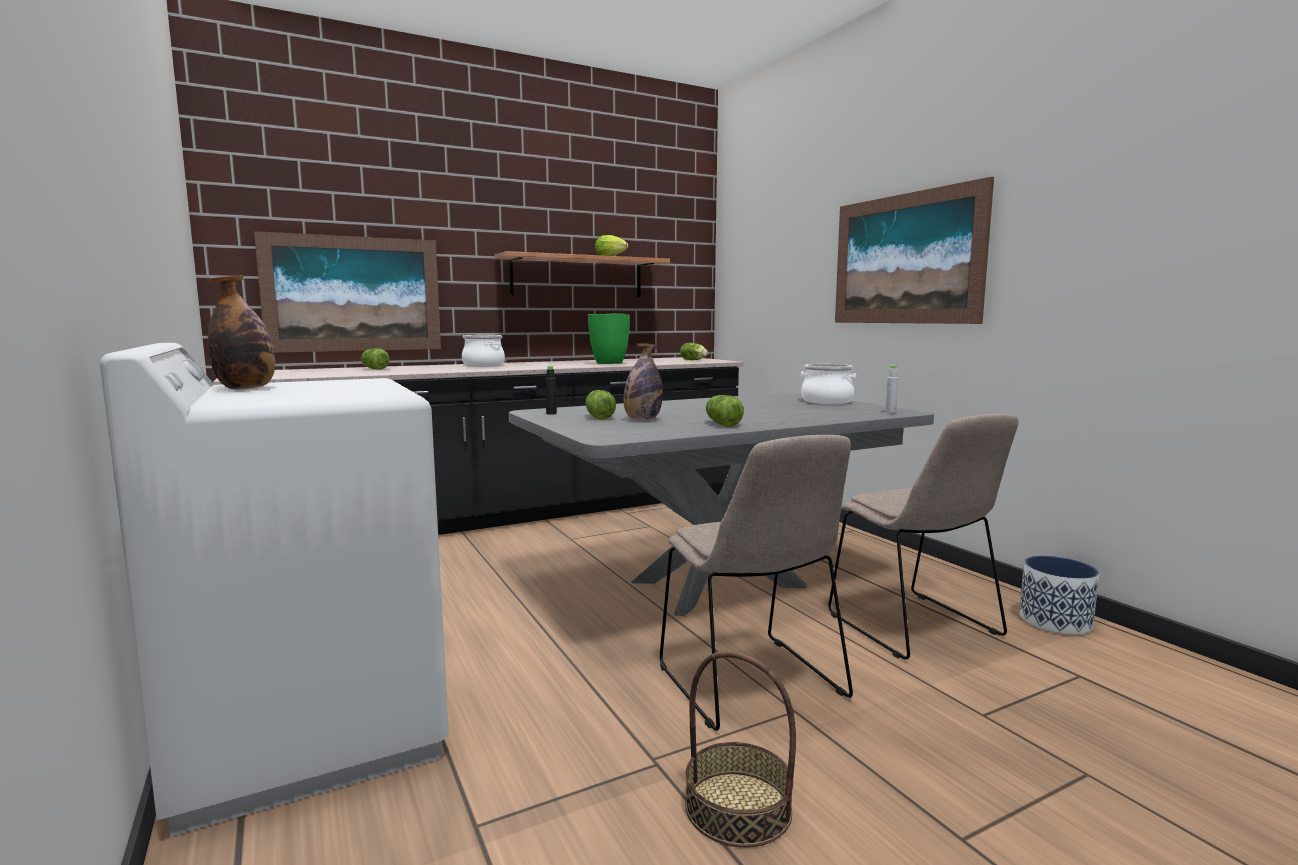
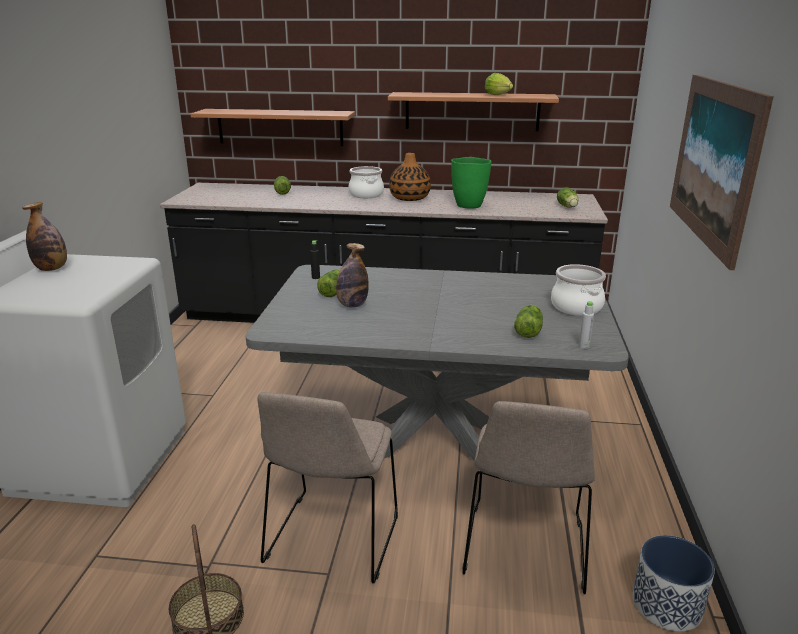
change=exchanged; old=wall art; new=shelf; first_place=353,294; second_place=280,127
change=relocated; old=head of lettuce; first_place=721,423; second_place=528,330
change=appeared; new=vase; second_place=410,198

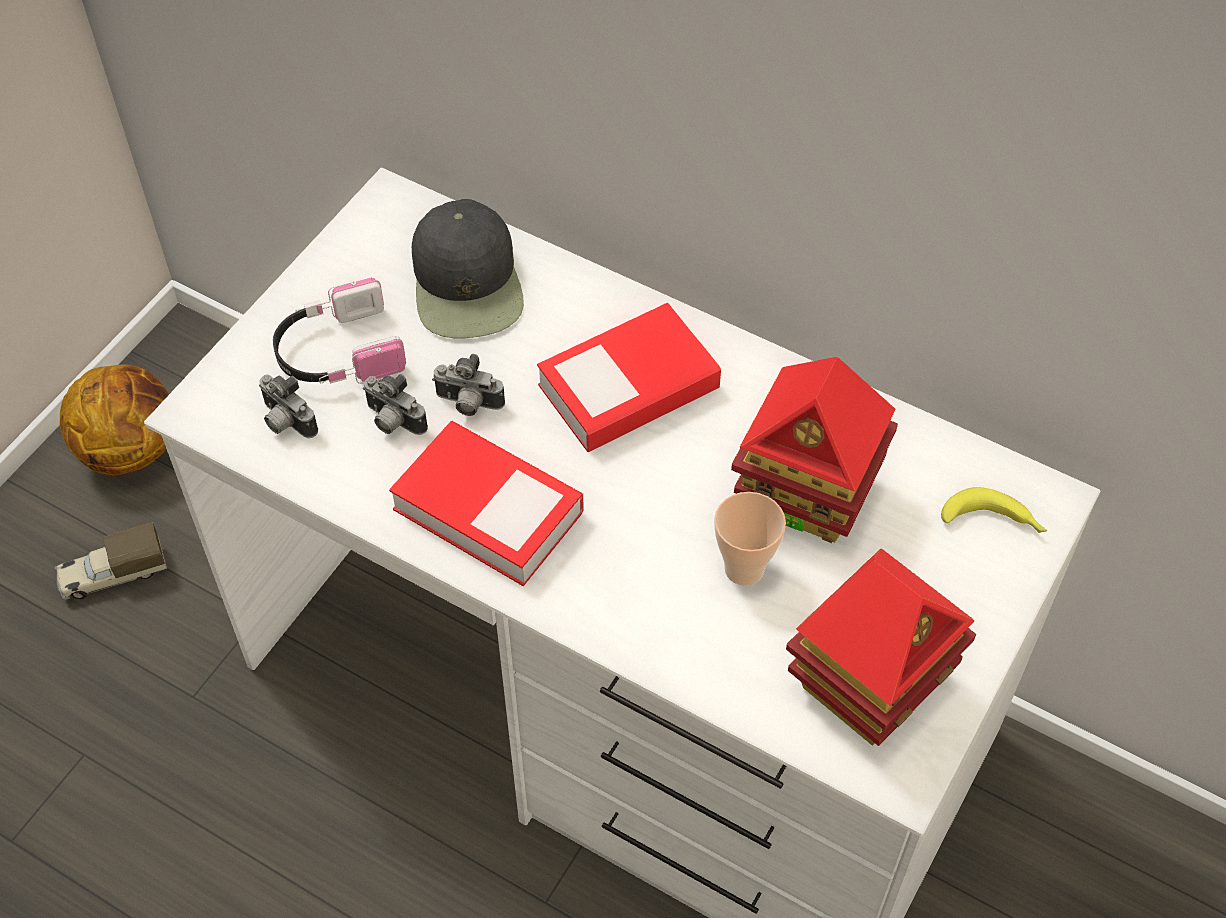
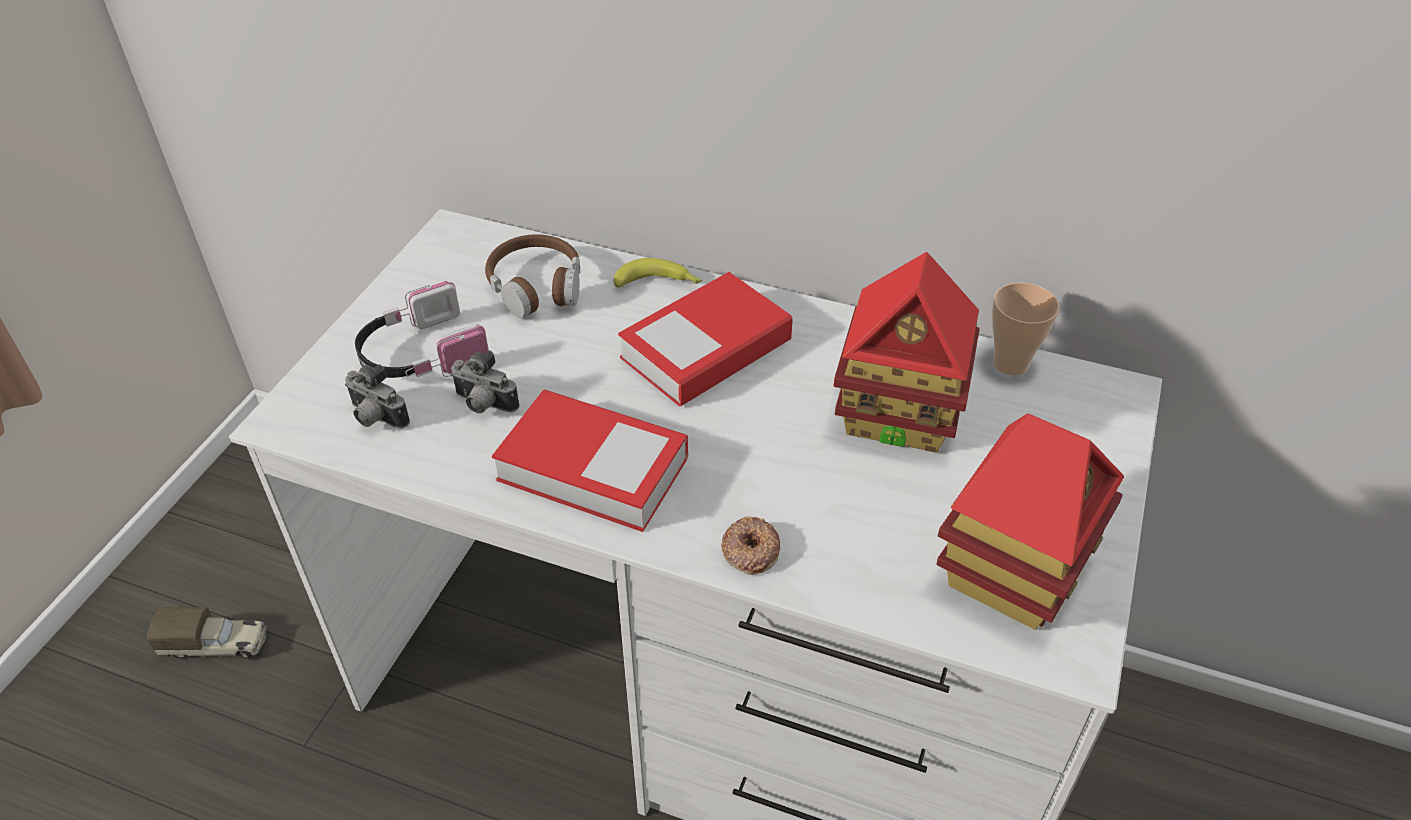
change=spun; old=model truck; first_place=113,575; second_place=216,645; degrees=-150
change=missing; old=ball for basketball; first_place=131,448
change=exchanged; old=cap/black-coloured; new=headset/brown; first_place=468,283; second_place=536,286
change=missing; old=photo camera; first_place=468,404
change=relocated; old=small cup; first_place=744,569; second_place=1010,363
change=relocated; old=banana; first_place=993,522; second_place=659,284
change=appeared; new=doughnut; second_place=750,550

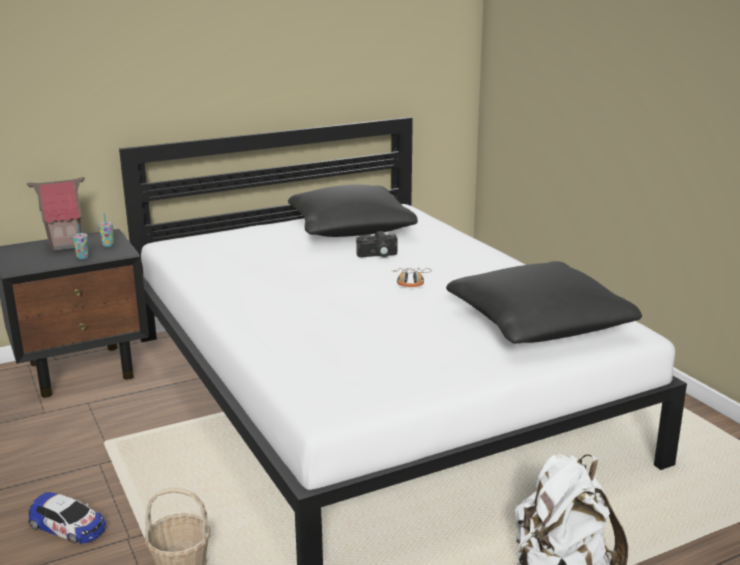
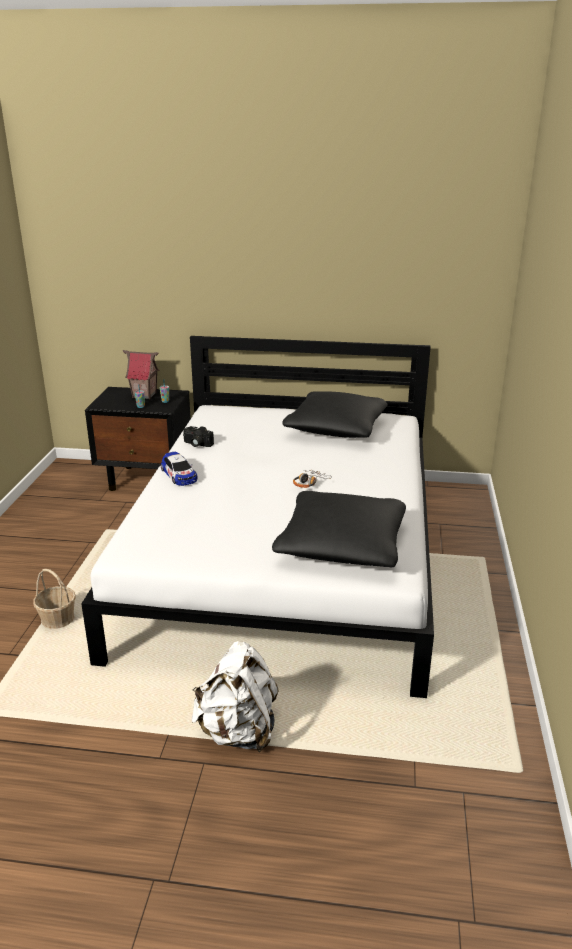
change=relocated; old=model car; first_place=68,526; second_place=179,475
change=relocated; old=photo camera; first_place=377,255; second_place=196,444

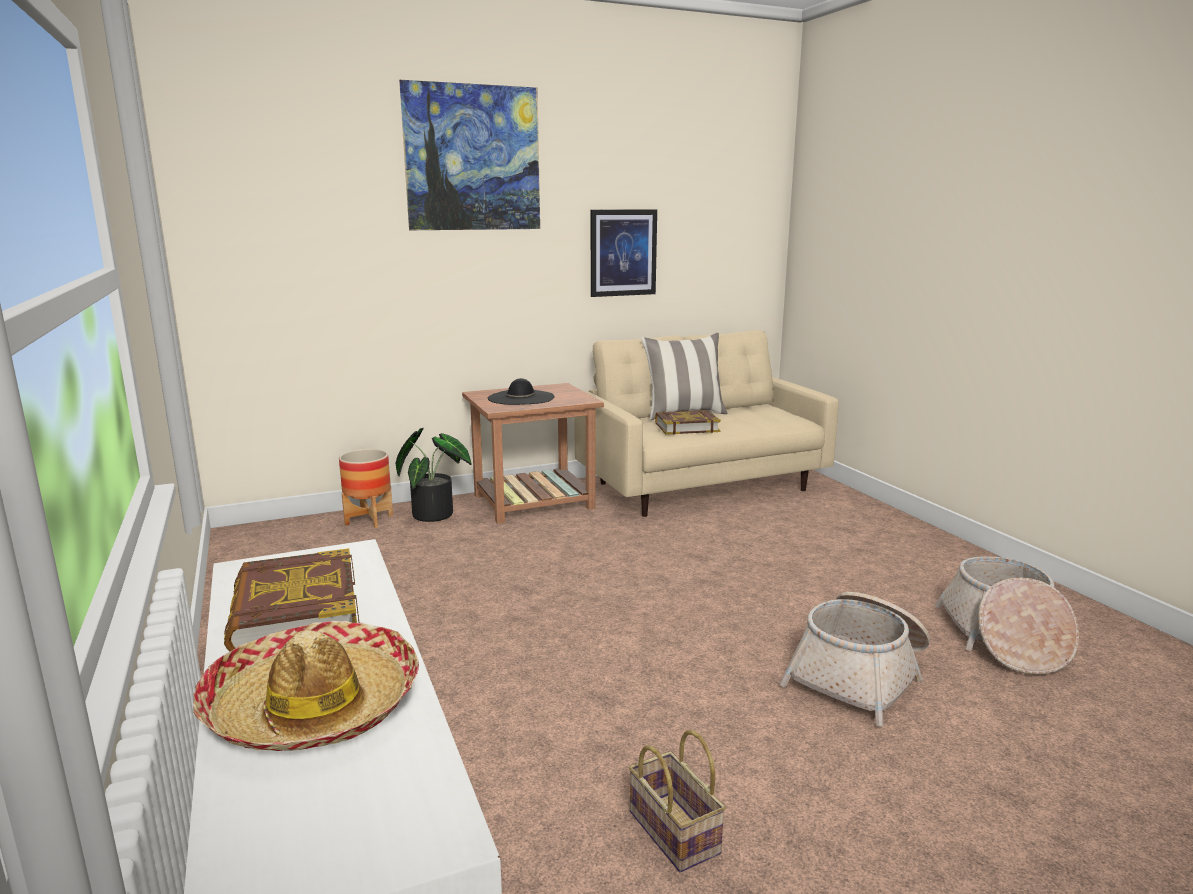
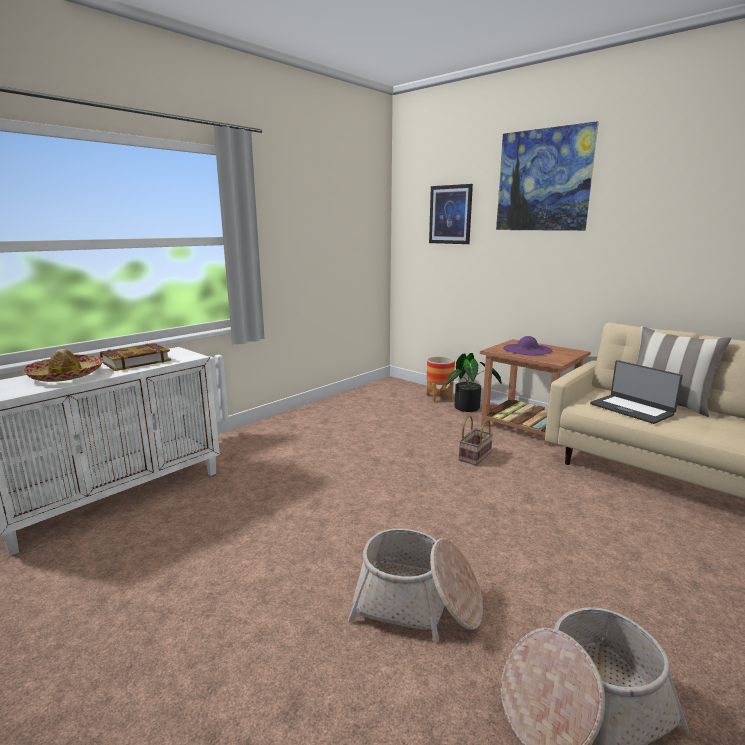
change=colour; old=clothing hat/black-coloured; new=clothing hat/purple-coloured; first_place=521,398; second_place=527,349
change=relocated; old=wall art; first_place=623,253; second_place=450,214
change=relocated; old=basket; first_place=670,831; second_place=474,456
change=exchanged; old=volume; new=notebook computer; first_place=686,427; second_place=631,409

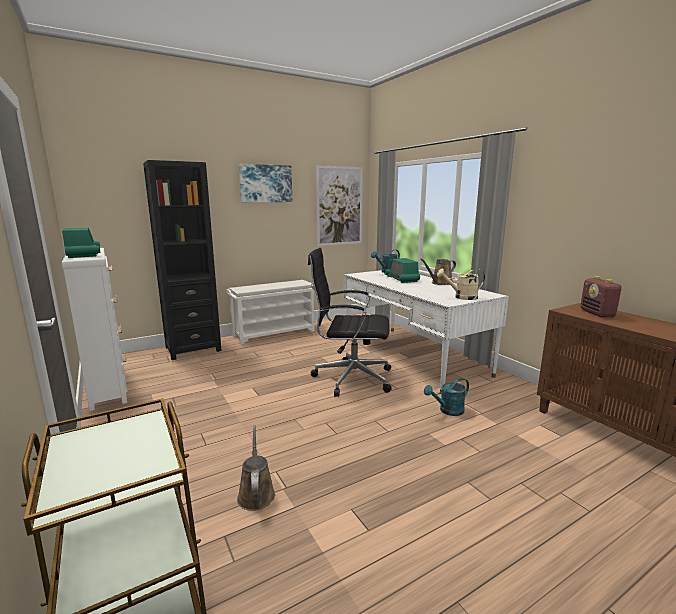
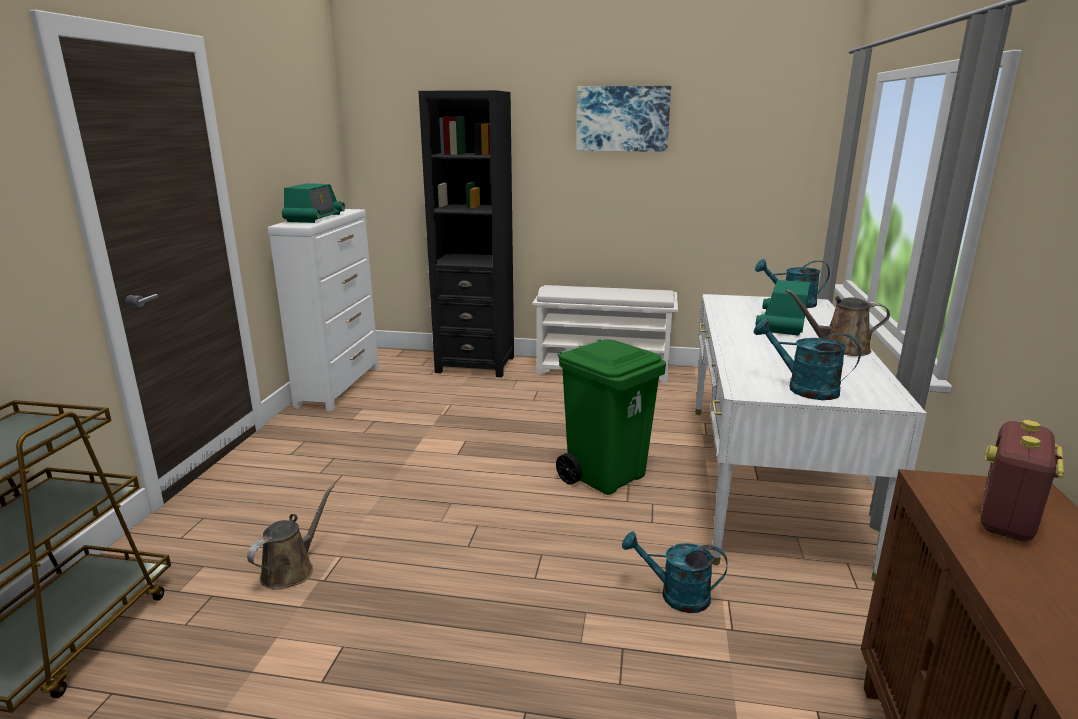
change=exchanged; old=desk chair/black-coloured; new=rubbish bin/green-coloured; first_place=350,378; second_place=606,476
change=missing; old=wall art; first_place=339,206
change=colour; old=watering can/sand-coloured; new=watering can/turquoise-coloured; first_place=461,297; second_place=803,388

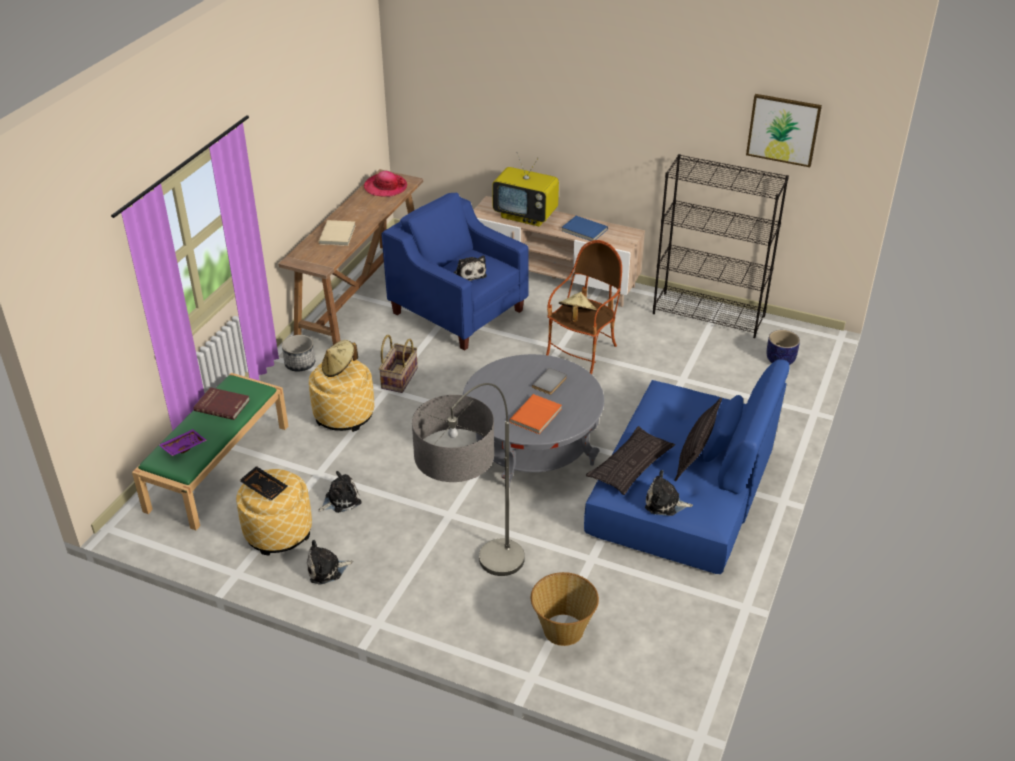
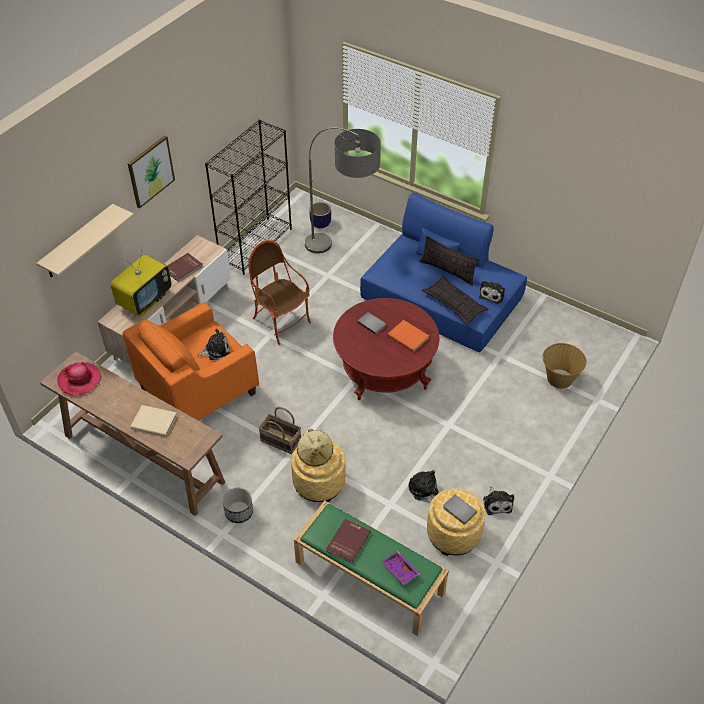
change=exchanged; old=tray/black-coloured; new=volume/gray; first_place=265,487; second_place=458,511
change=colour; old=easy chair/blue; new=easy chair/orangey; first_place=458,311; second_place=198,391
change=relocated; old=standing lamp; first_place=474,596; second_place=343,258
change=colour; old=coffee table/gray; new=coffee table/reddish; first_place=532,447; second_place=385,368
change=missing; old=clothing hat/sand-coloured; first_place=577,317
change=colour; old=volume/blue; new=volume/reddish; first_place=584,230; second_place=183,268
change=relocated; old=wall art; first_place=783,129; second_place=150,171
change=appeared; new=shelf/sand-coloured; second_place=78,242

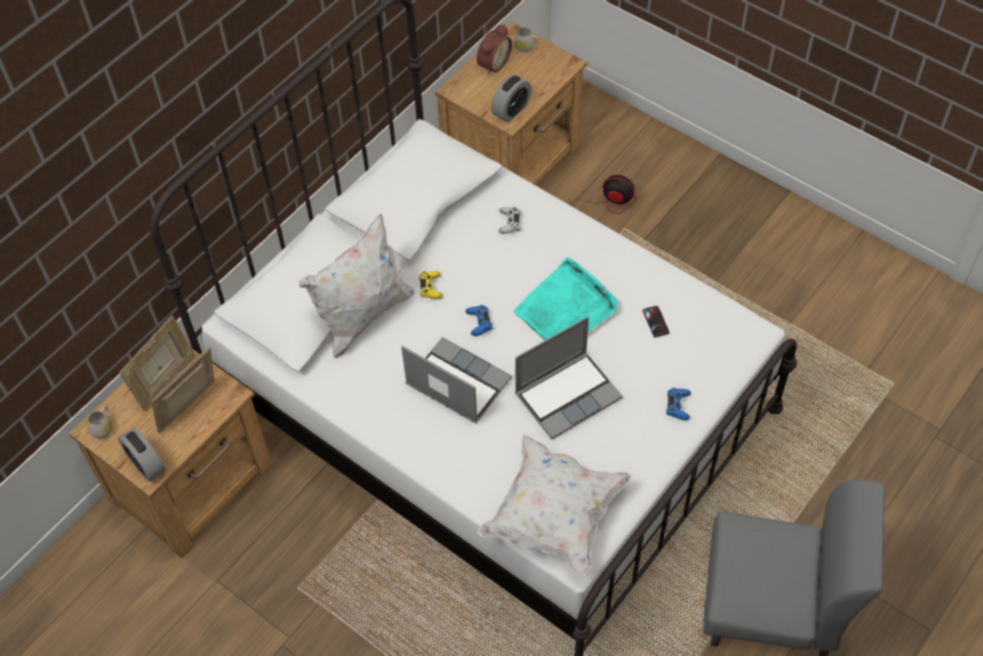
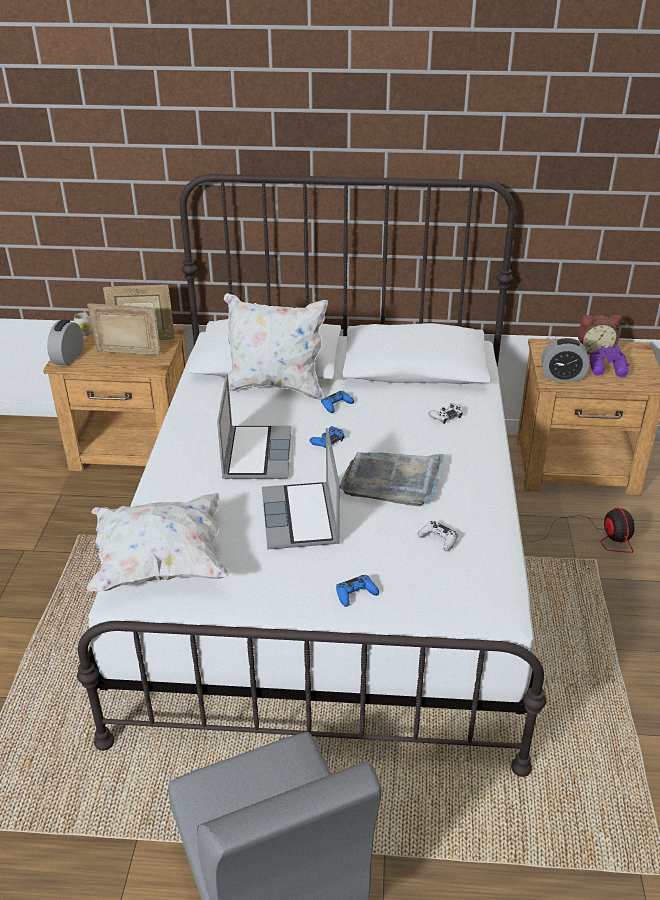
change=colour; old=joypad/yellowish; new=joypad/blue; first_place=430,287; second_place=336,405
change=colour; old=tray/turquoise-coloured; new=tray/gray; first_place=566,308; second_place=393,480
change=missing; old=tea mug/white; first_place=526,47
change=spun; old=notebook computer; first_place=568,394; second_place=301,518; degrees=60
change=exchanged; old=telephone; new=joypad/white; first_place=656,321; second_place=438,539
change=appeared; new=field glasses/purple-coloured; second_place=608,370

